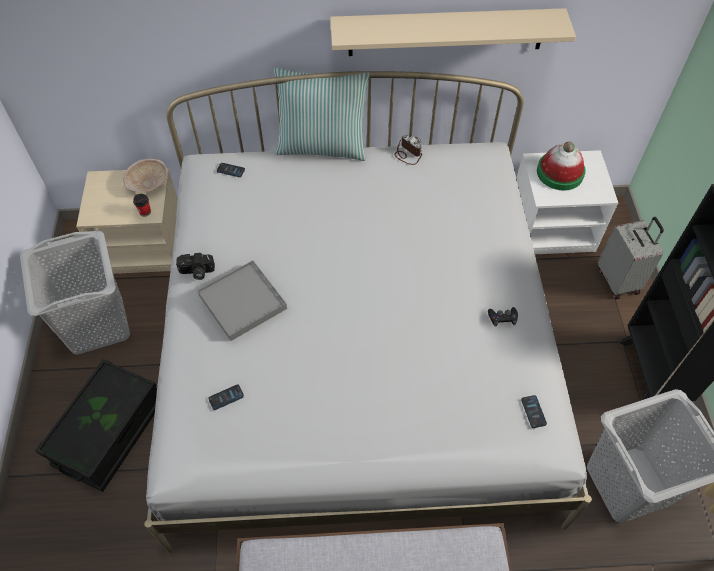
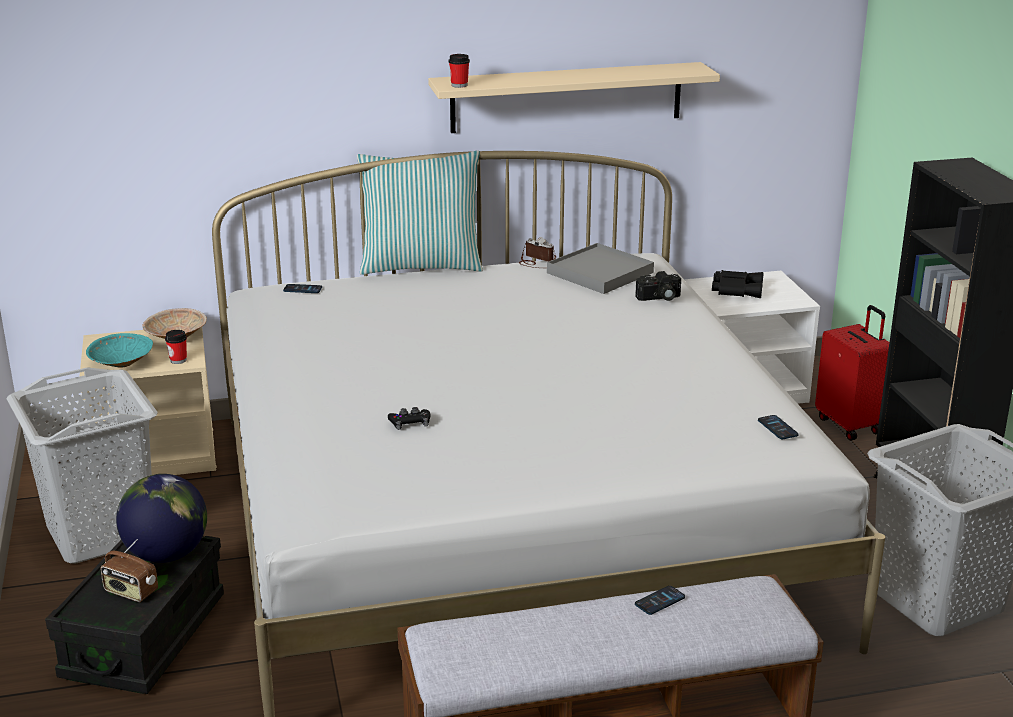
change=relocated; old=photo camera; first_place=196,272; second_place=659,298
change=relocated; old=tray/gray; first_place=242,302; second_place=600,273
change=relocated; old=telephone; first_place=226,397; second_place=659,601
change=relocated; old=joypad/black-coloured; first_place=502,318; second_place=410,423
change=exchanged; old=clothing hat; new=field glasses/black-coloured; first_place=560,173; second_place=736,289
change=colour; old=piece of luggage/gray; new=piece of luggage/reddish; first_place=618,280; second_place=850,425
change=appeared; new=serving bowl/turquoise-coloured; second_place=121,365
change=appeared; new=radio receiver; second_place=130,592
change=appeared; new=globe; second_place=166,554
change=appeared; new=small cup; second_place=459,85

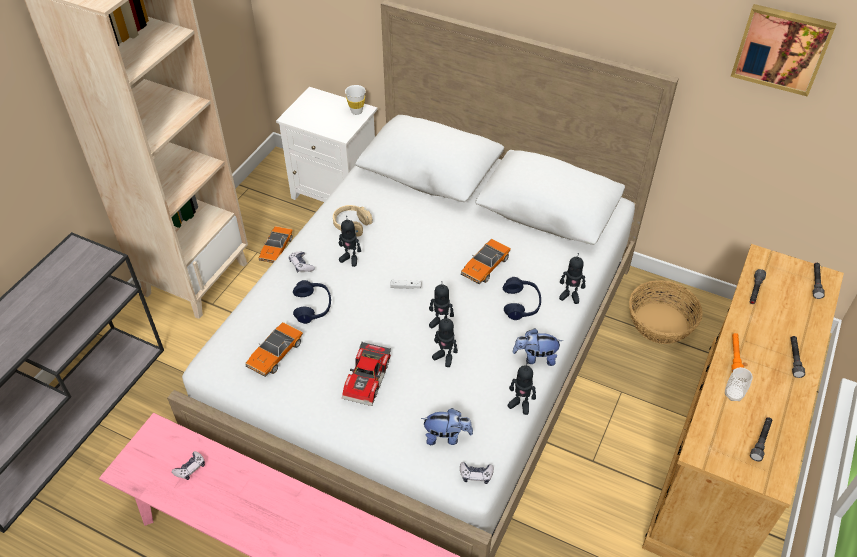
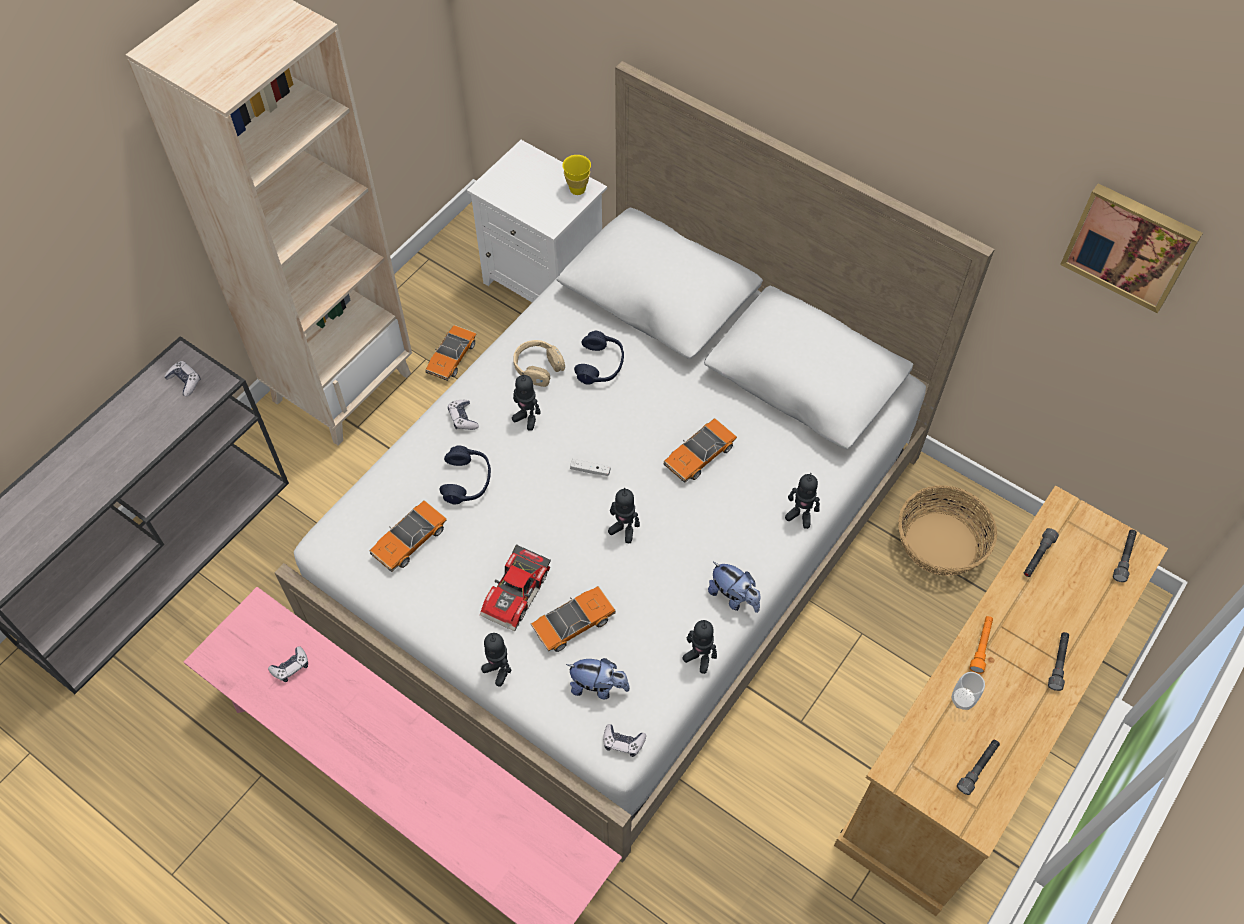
change=colour; old=small cup/white; new=small cup/yellowish; first_place=356,111; second_place=577,189
change=relocated; old=model robot; first_place=444,357; second_place=498,670
change=relocated; old=headset/blue; first_place=521,304; second_place=600,365
change=spun; old=cuddly toy; first_place=535,357; second_place=734,597; degrees=-150
change=appeared; new=joypad; second_place=185,381
change=appeared; new=model car; second_place=574,623

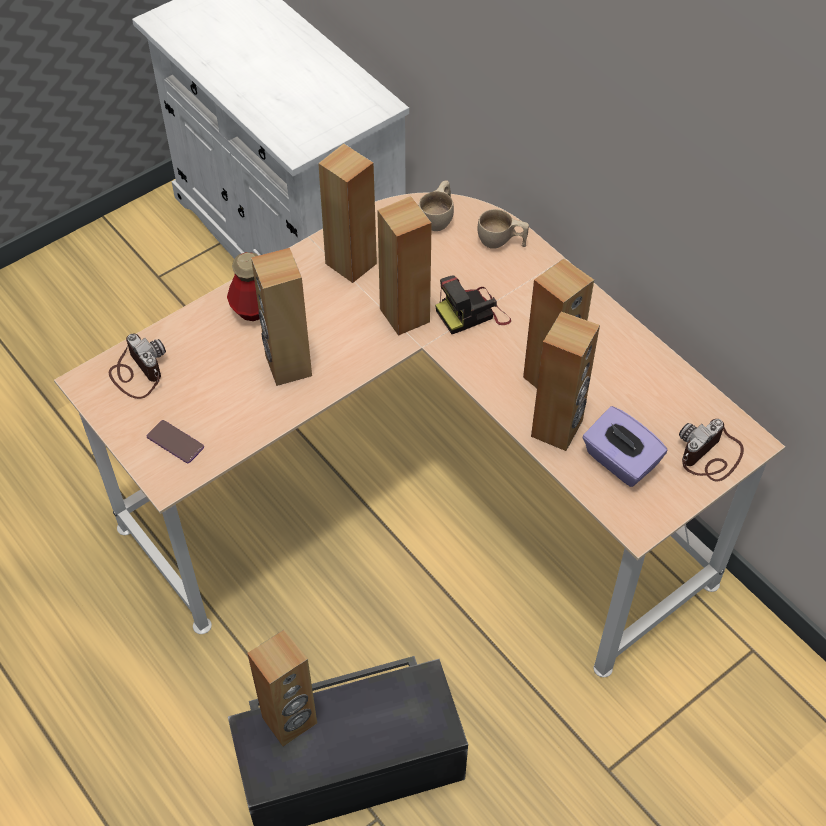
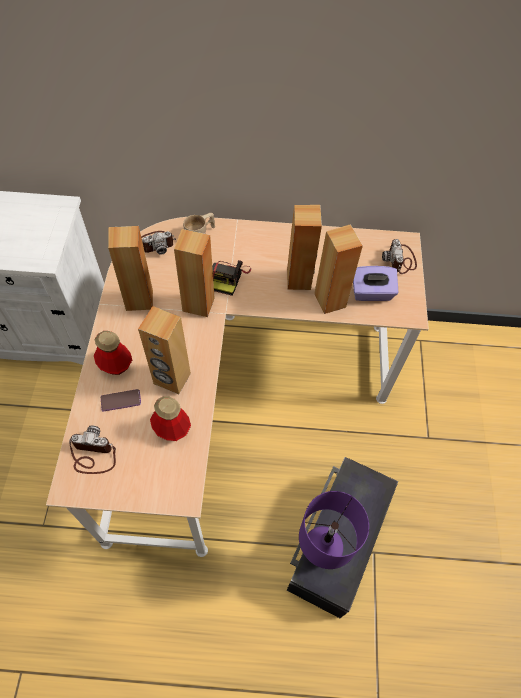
change=relocated; old=telephone; first_place=175,442; second_place=121,400
change=exchanged; old=audio speaker/brown; new=lamp for a table/purple-coloured; first_place=290,721; second_place=319,551
change=exchanged; old=small cup/sand-coloured; new=photo camera; first_place=439,217; second_place=156,243
change=appeared; new=drink bottle; second_place=172,428

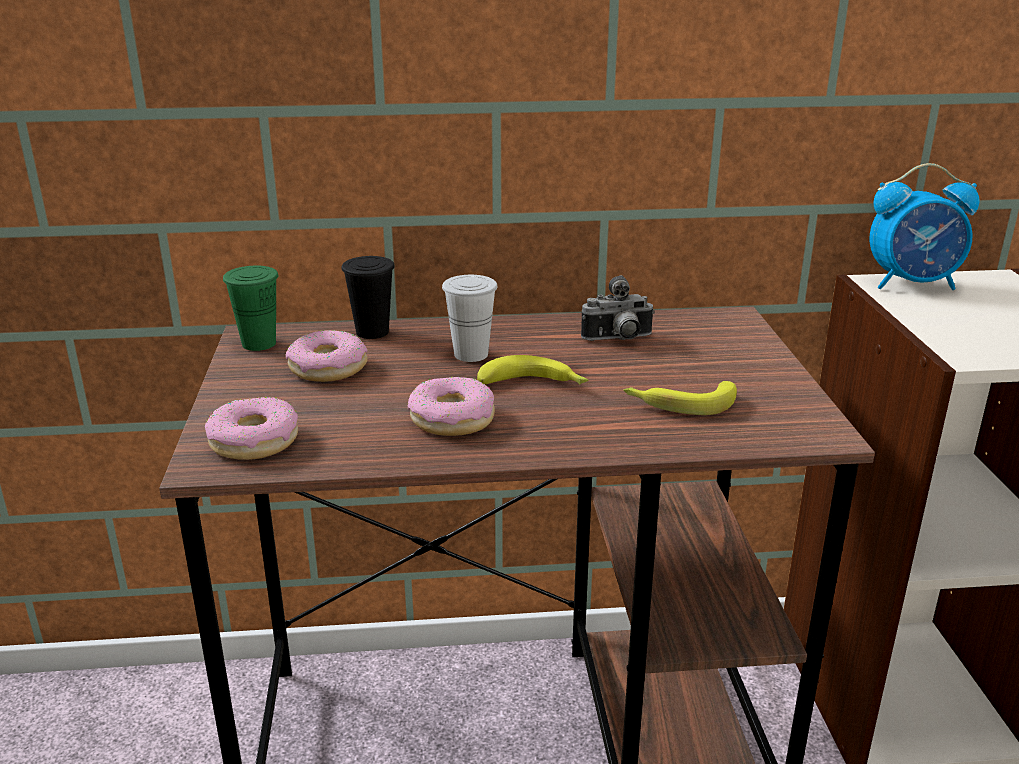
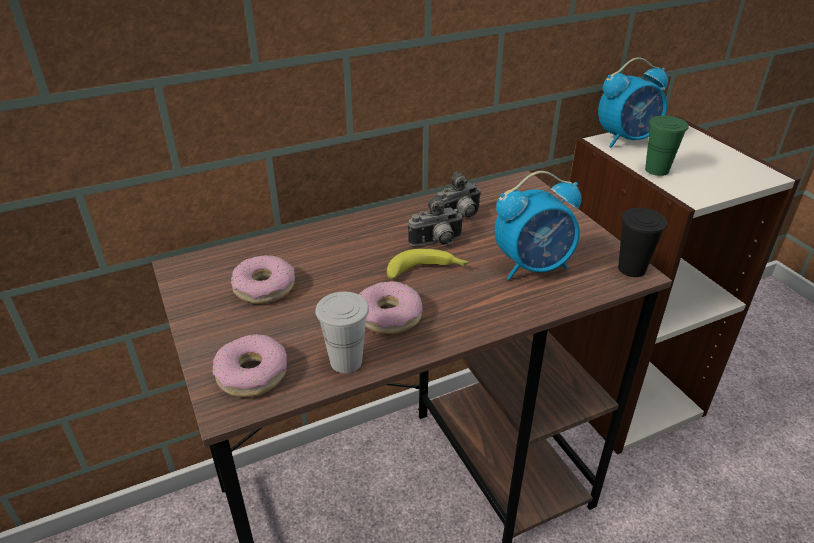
change=relocated; old=small cup/green-coloured; first_place=259,343; second_place=657,170
change=relocated; old=small cup/black-coloured; first_place=372,332; second_place=631,269
change=relocated; old=small cup/white; first_place=471,354; second_place=346,361
change=exchanged; old=banana; new=bedside clock; first_place=679,404; second_place=533,267
change=appeared; new=photo camera; second_place=437,243

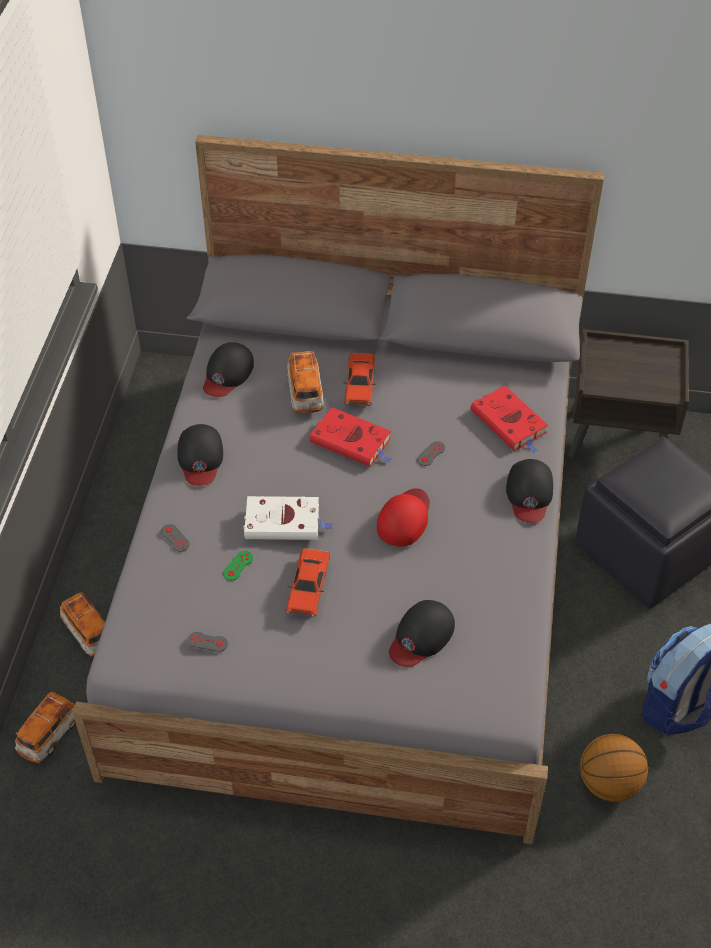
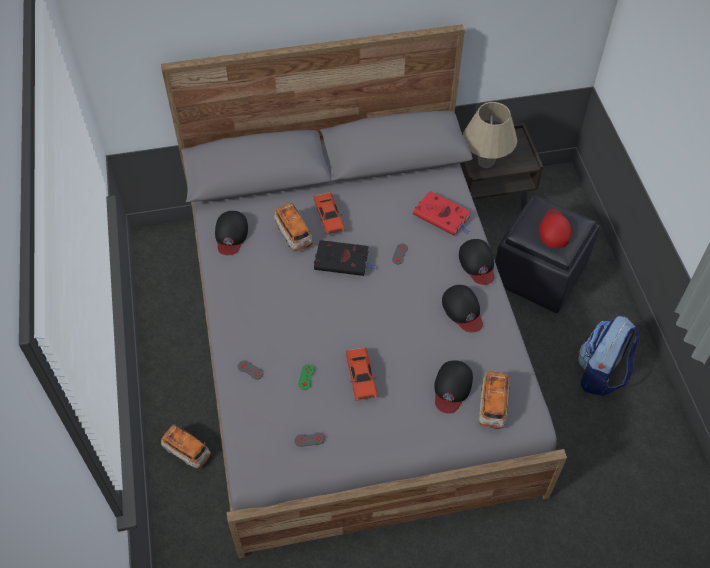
change=relocated; old=model car; first_place=49,735; second_place=492,405
change=relocated; old=cap/black-coloured; first_place=200,458; second_place=462,310
change=missing; old=volume/white; first_place=285,522
change=colour; old=volume/reddish; new=volume/black-coloured; first_place=352,441; second_place=343,261
change=relocated; old=cap/reddish; first_place=404,519; second_place=554,229
change=missing; old=ball for basketball; first_place=609,783
change=appeared; new=lamp for a table/sand-coloured; second_place=485,162

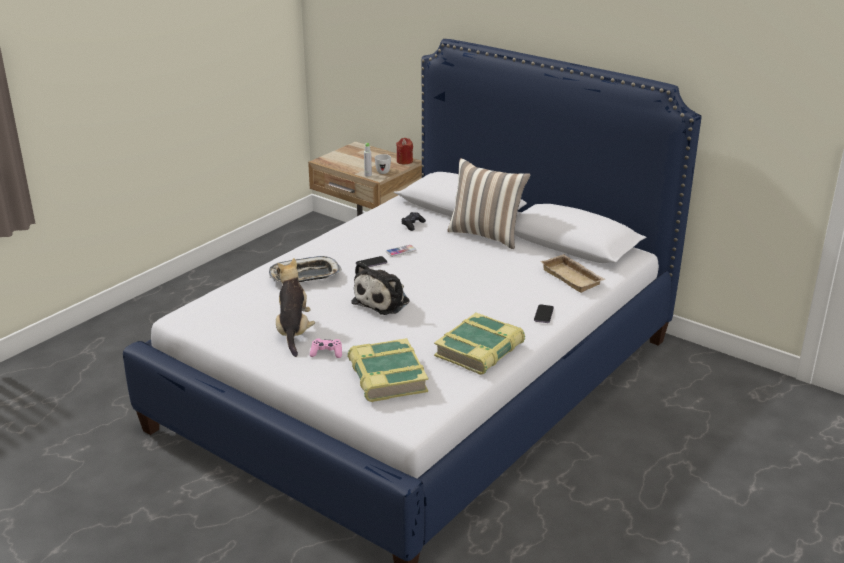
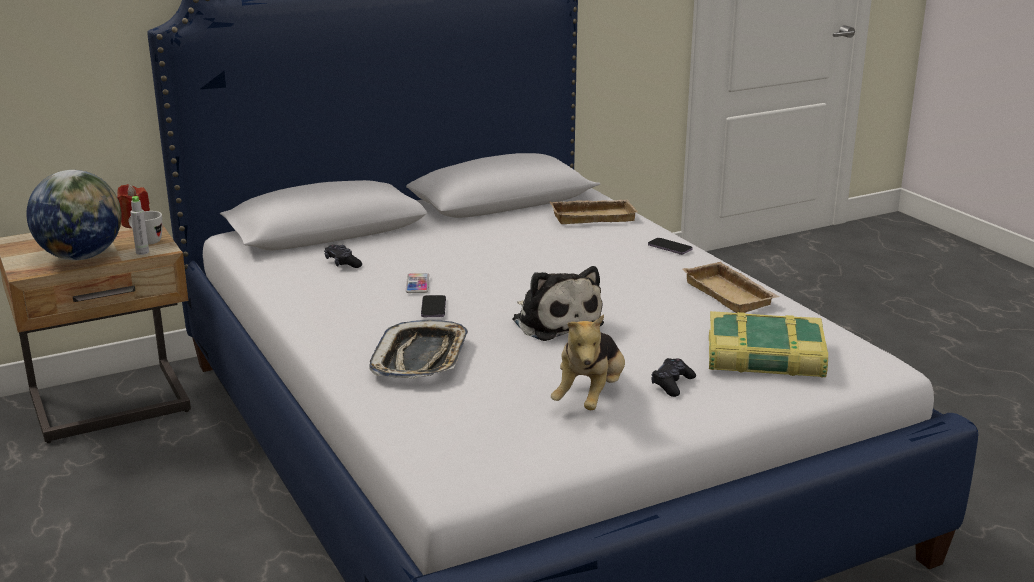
change=spun; old=cuddly toy; first_place=294,332; second_place=590,397; degrees=-90
change=colour; old=joypad/pink; new=joypad/black-coloured; first_place=326,353; second_place=672,384
change=exchanged; old=volume; new=tray/sand-coloured; first_place=480,350; second_place=731,294
change=missing; old=cushion; first_place=486,235
change=appeared; new=globe; second_place=81,256

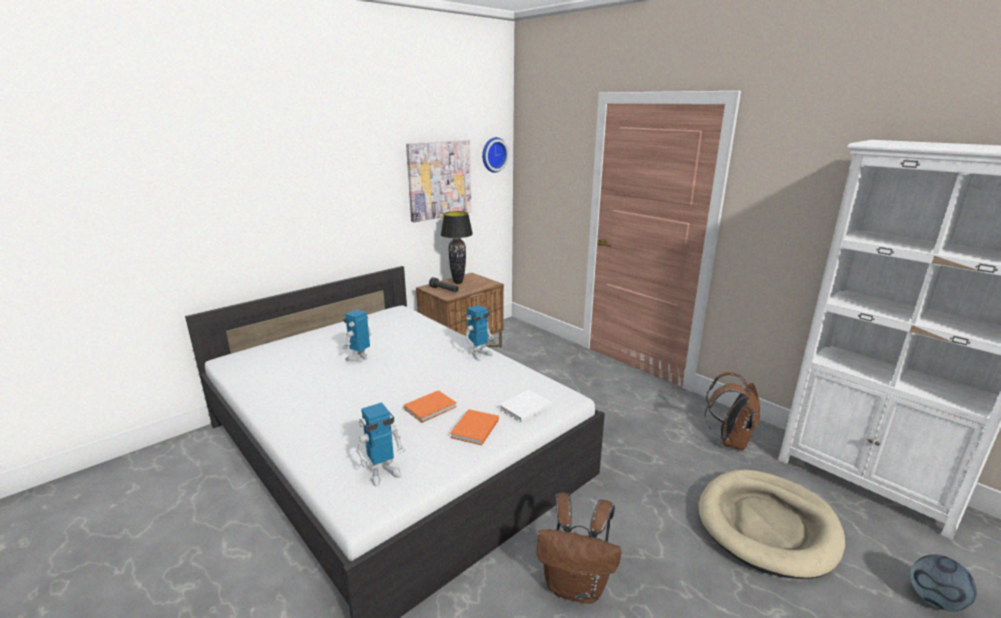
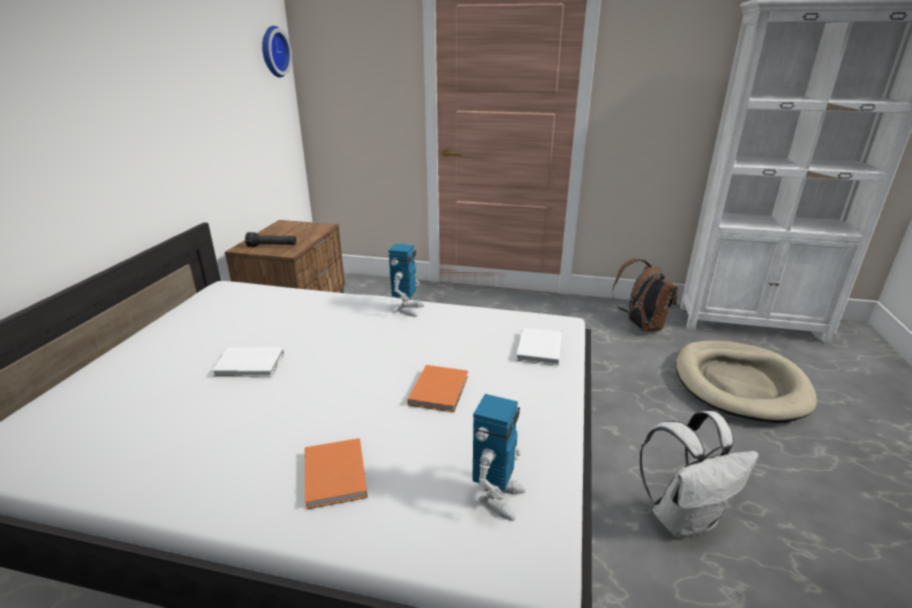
change=exchanged; old=model robot; new=volume/white; first_place=359,358; second_place=251,365
change=missing; old=wall art; first_place=439,180
change=missing; old=lamp for a table/black-coloured; first_place=458,282
change=relocated; old=volume/orangey; first_place=473,429; second_place=334,476
change=colour; old=knapsack/brown; new=knapsack/white; first_place=576,586; second_place=684,517
change=missing; old=football ball; first_place=934,600

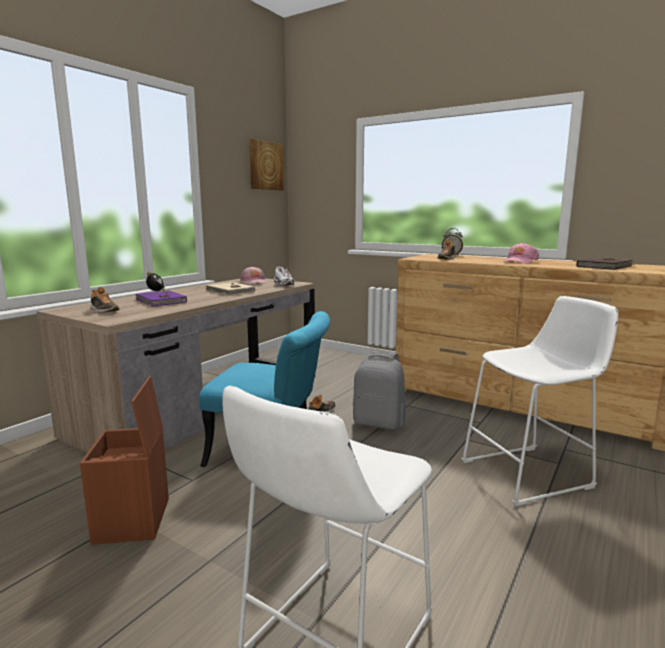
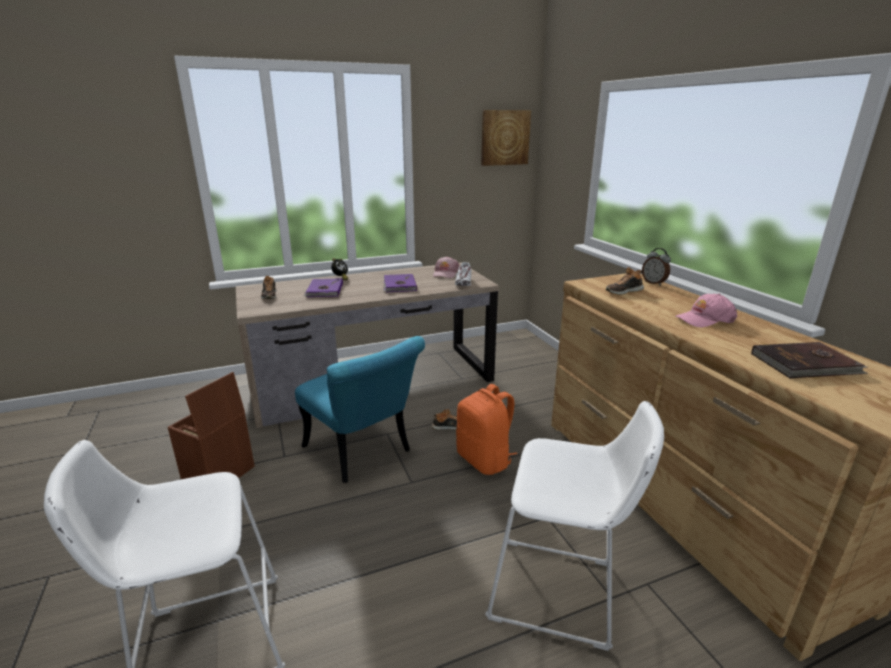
change=colour; old=volume/sand-coloured; new=volume/purple-coloured; first_place=230,291; second_place=399,285
change=colour; old=knapsack/gray; new=knapsack/orangey; first_place=379,423; second_place=485,460

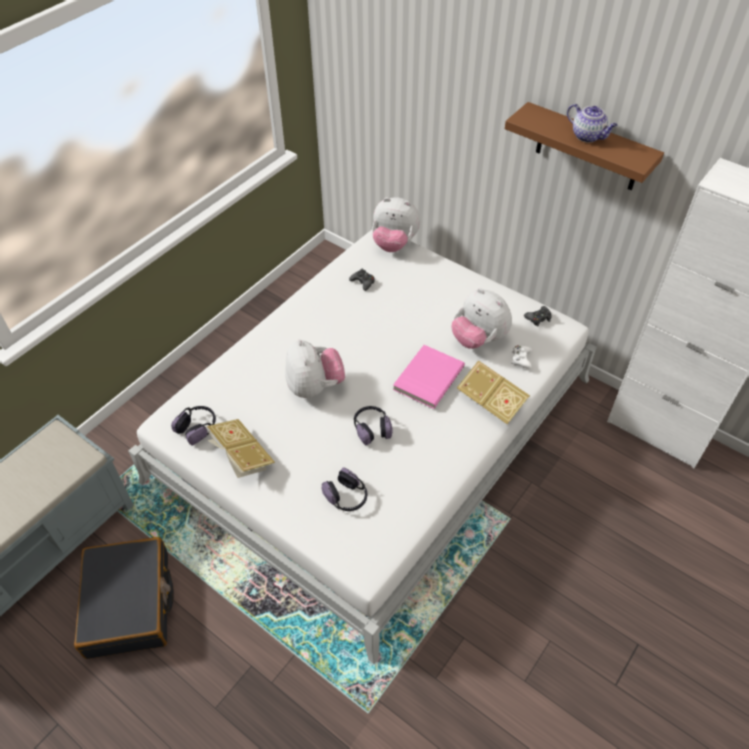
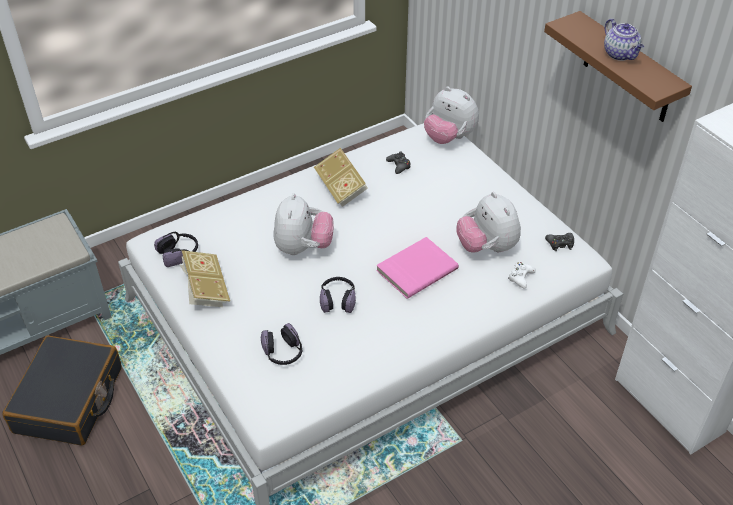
change=relocated; old=volume; first_place=491,402; second_place=341,188

